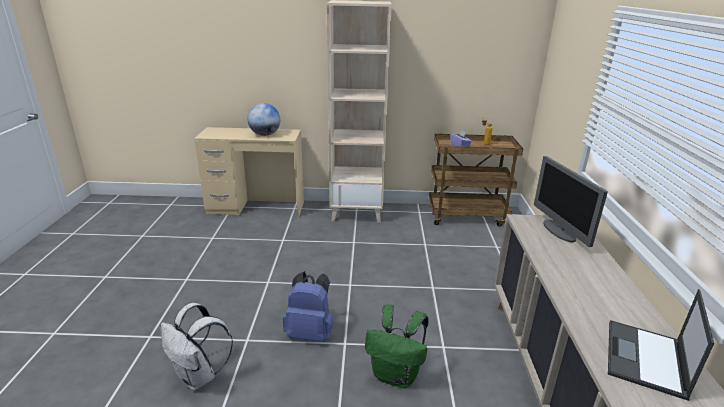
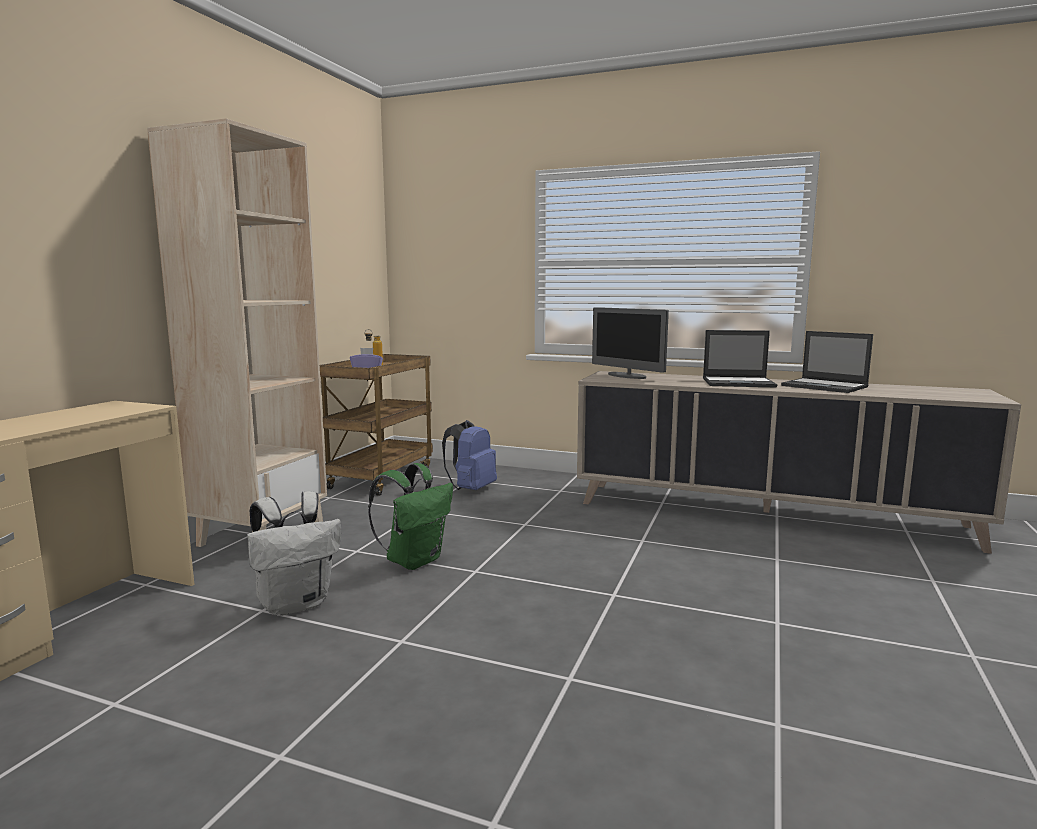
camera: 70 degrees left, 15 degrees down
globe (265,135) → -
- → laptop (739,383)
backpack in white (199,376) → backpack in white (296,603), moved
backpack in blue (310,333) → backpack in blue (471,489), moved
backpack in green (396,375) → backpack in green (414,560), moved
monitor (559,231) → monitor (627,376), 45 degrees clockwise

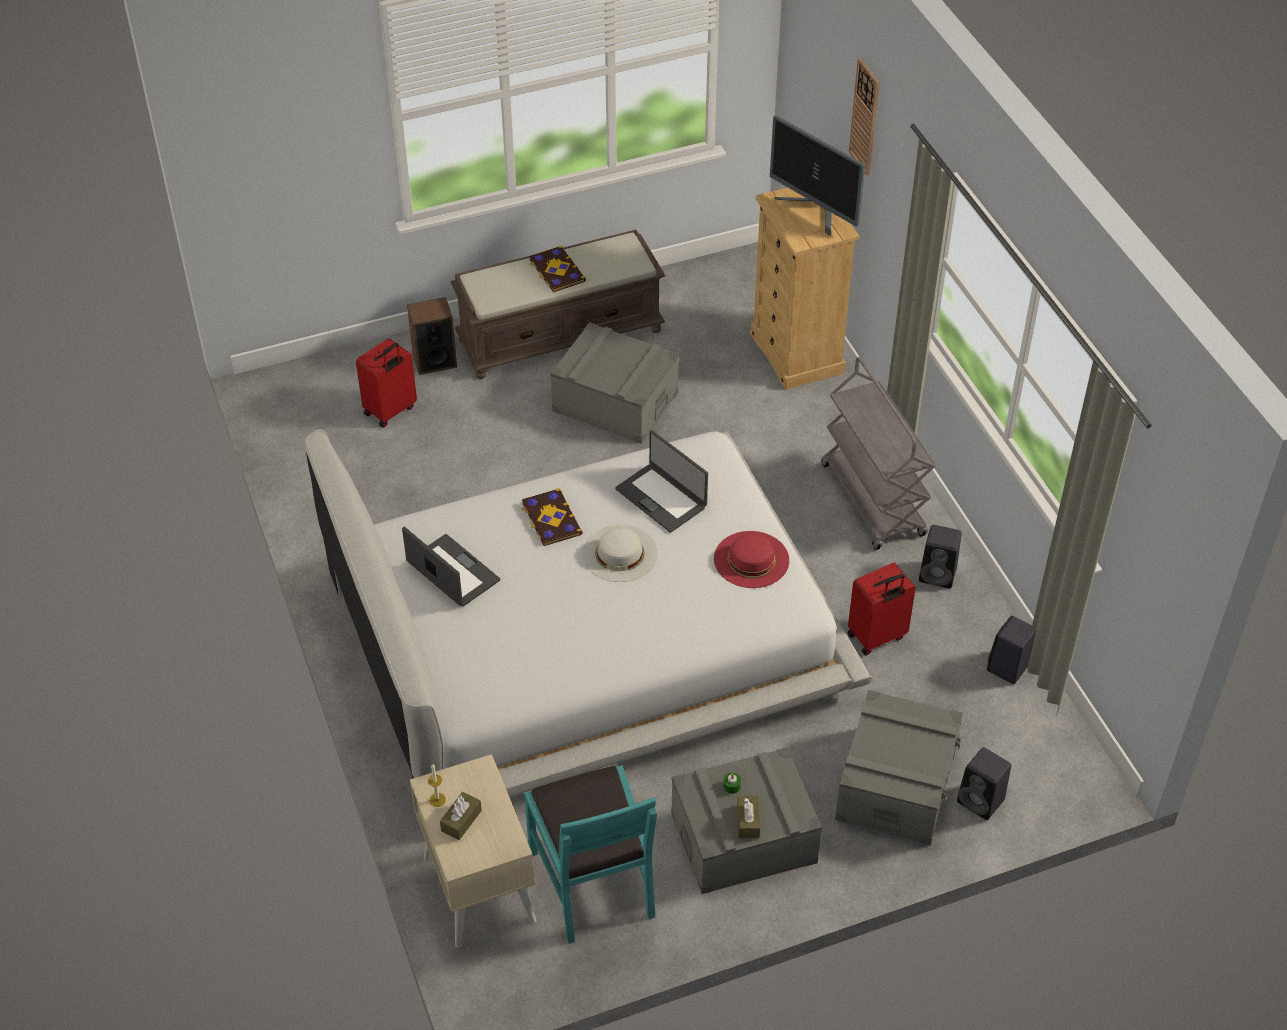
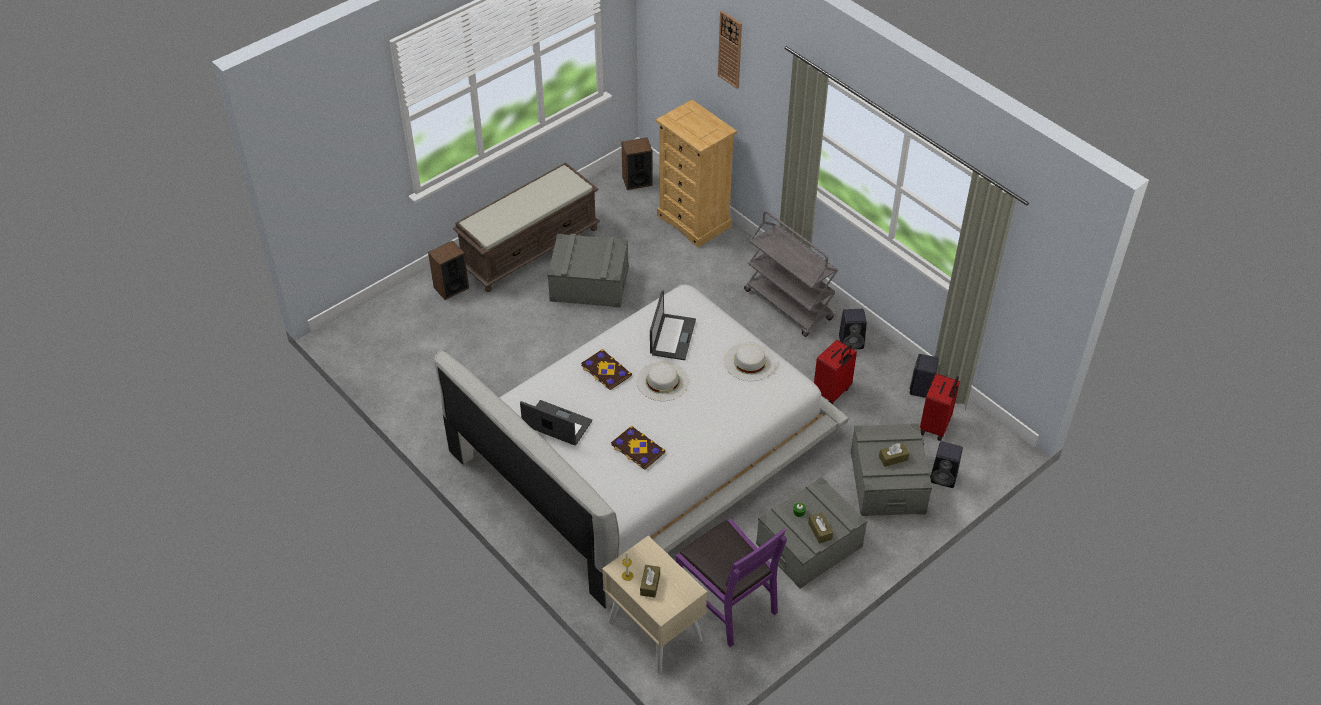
camera: 20 degrees left, 0 degrees up
monitor (815,211) → -
- → speaker (637,181)
- → tissue box in brown (893,458)
suitcase in red (391,411) → suitcase in red (936,426), moved
book (556,271) → book (637,449), moved
chair in turquoise (593,881) → chair in purple (727,602)
hat in red (751,559) → hat in white (749,361)
laptop (661,497) → laptop (672,337), 105 degrees counterclockwise

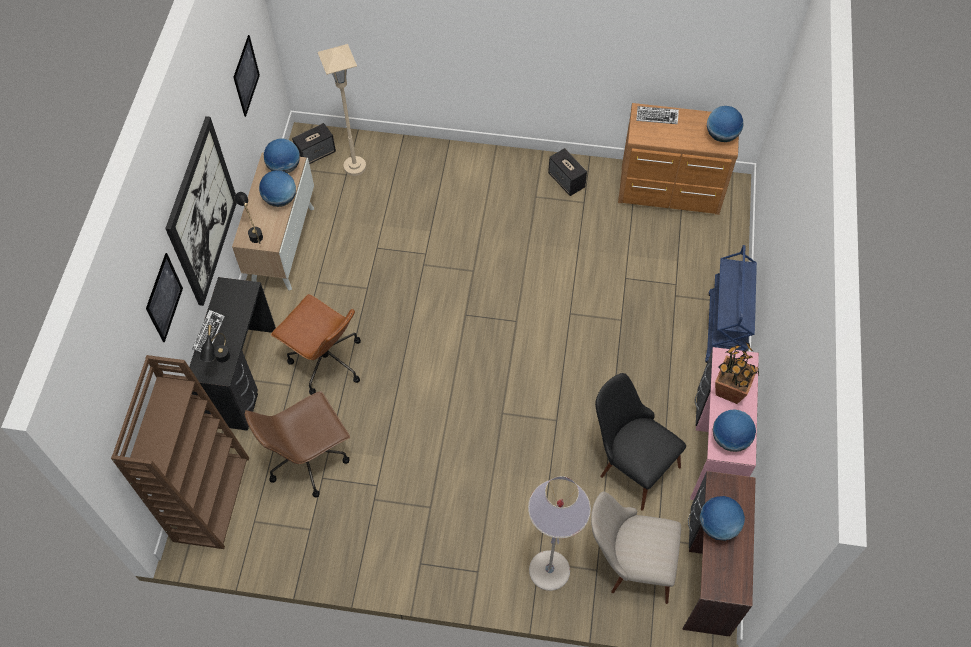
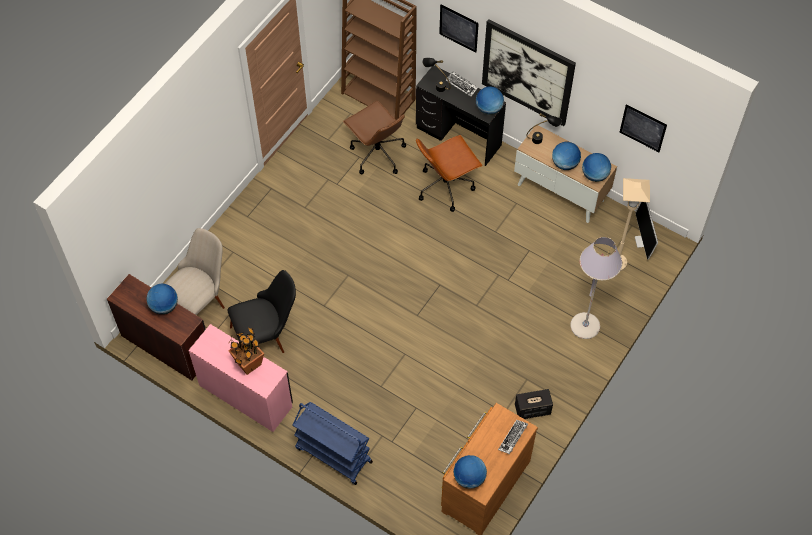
camera: 115 degrees right, 0 degrees up
floor lamp in grey (549,570) → floor lamp in grey (585,326), moved
globe (730,439) → globe (488,109), moved
speaker (316,153) → monitor (643,241)
office chair in brown (309,458) → office chair in brown (377,154), 150 degrees clockwise

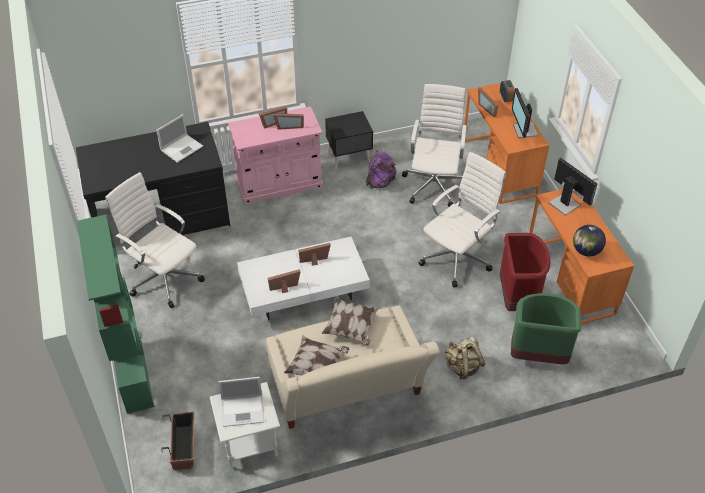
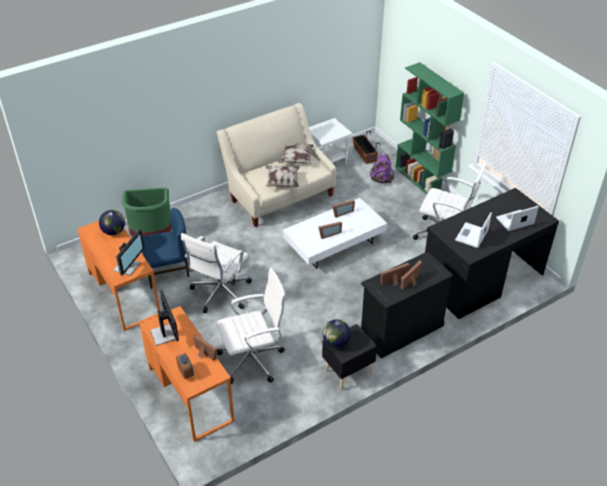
camera: 165 degrees right, 5 degrees down
backpack in beige (462,367) → -
- → globe (336,343)
laptop (243,410) → laptop (514,221), moved
backpack in purple (380,182) → backpack in purple (381,180), moved
trash can in red (517,298) → chair in blue (167,271)
cabinet in pink (279,184) → cabinet in black (401,329)
office chair in white (434,184) → office chair in white (253,360), 105 degrees counterclockwise
monitor (564,203) → monitor (128,267), 105 degrees counterclockwise

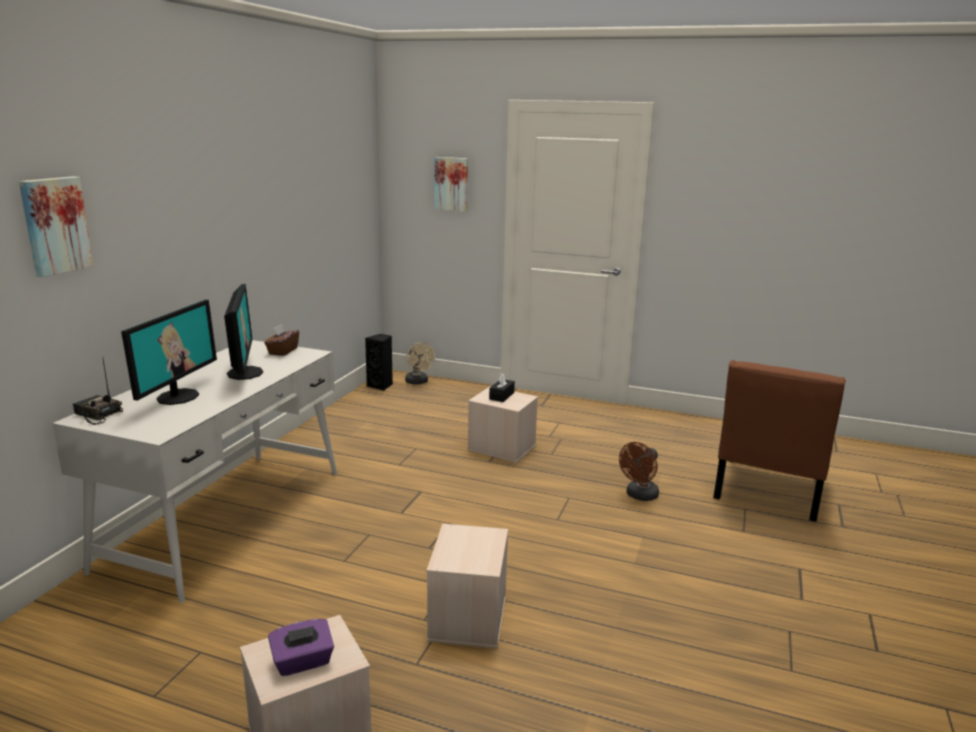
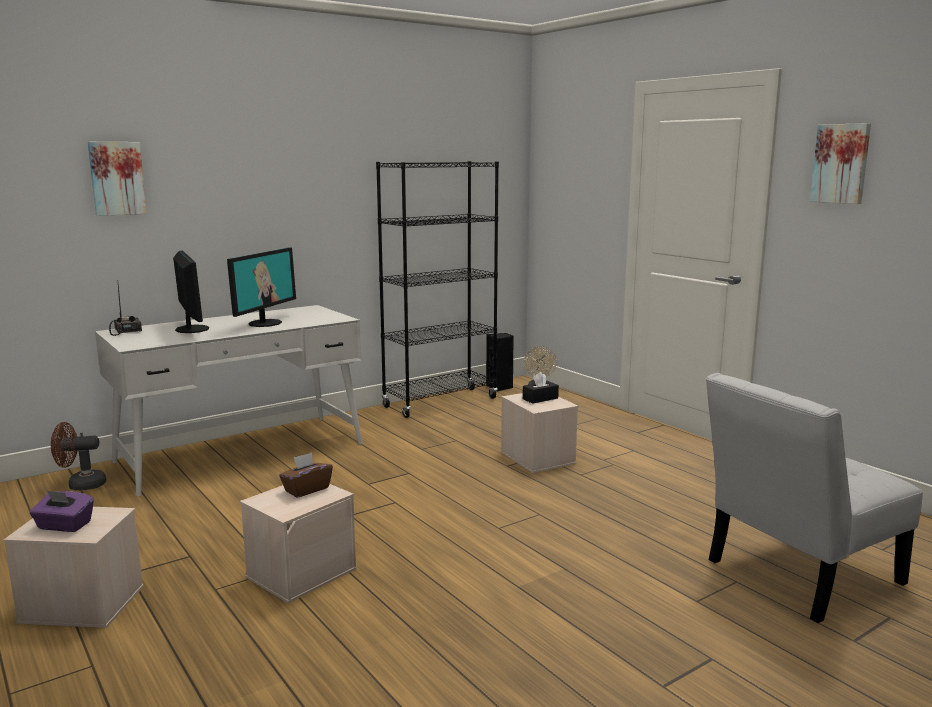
camera: 35 degrees right, 5 degrees down
- → bookcase in black (440,402)
tissue box in brown (282,351) → tissue box in brown (306,489), moved
picture (452,184) → picture (841,163), moved
fan in brown (639,496) → fan in brown (81,485), moved
chair in brown (767,492) → chair in white (796,575)
monitor (177,396) → monitor (191,329), 75 degrees counterclockwise

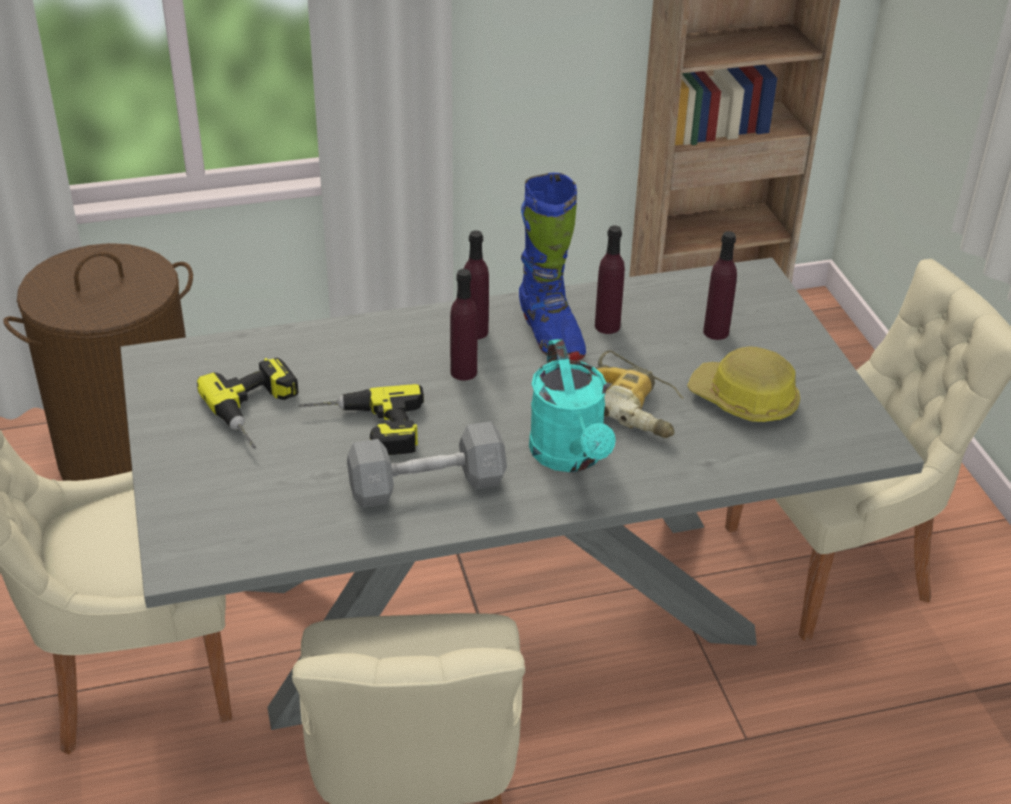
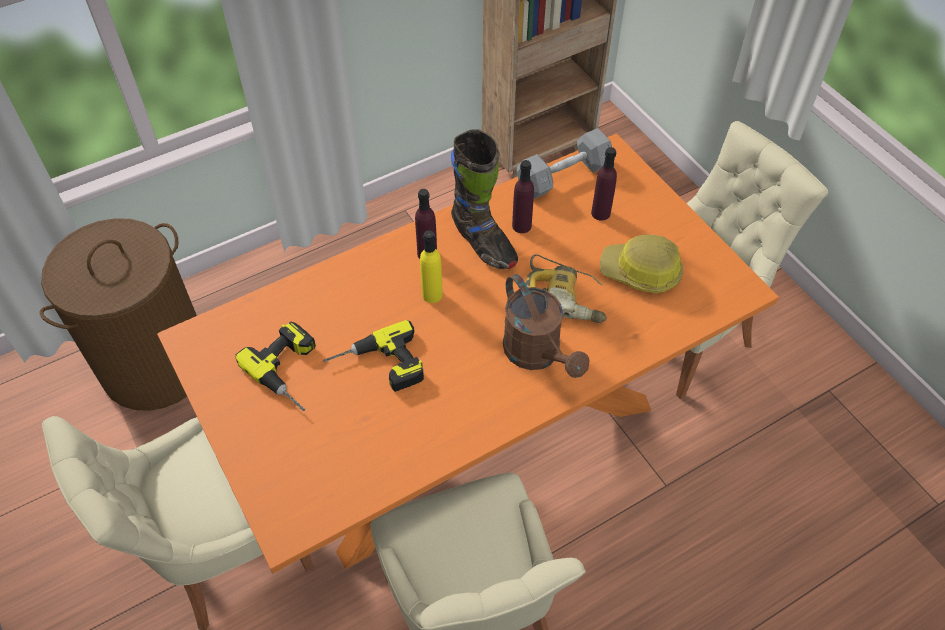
camera: 15 degrees left, 15 degrees up
dumbbell in grey (427,485) → dumbbell in grey (564,176), moved
dining table in grey (500,609) → dining table in orange (471,427)
bottle in purple (463,372) → bottle in yellow (432,294)
boot in blue (550,335) → boot in black (483,244)
watering can in turquoise (571,457) → watering can in brown (538,355)

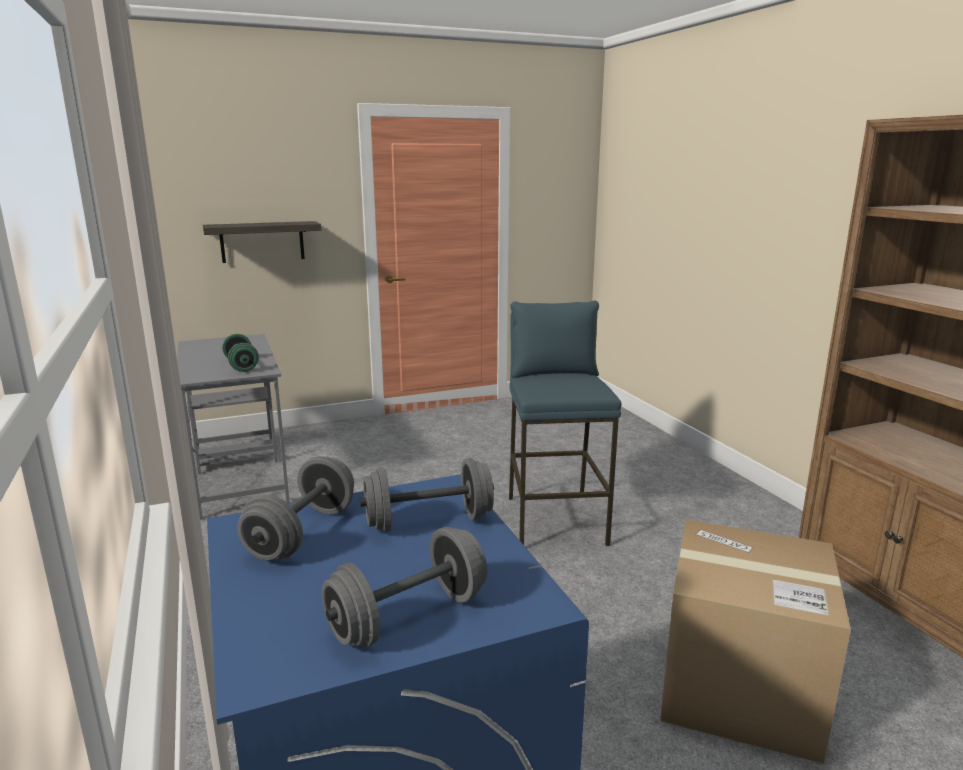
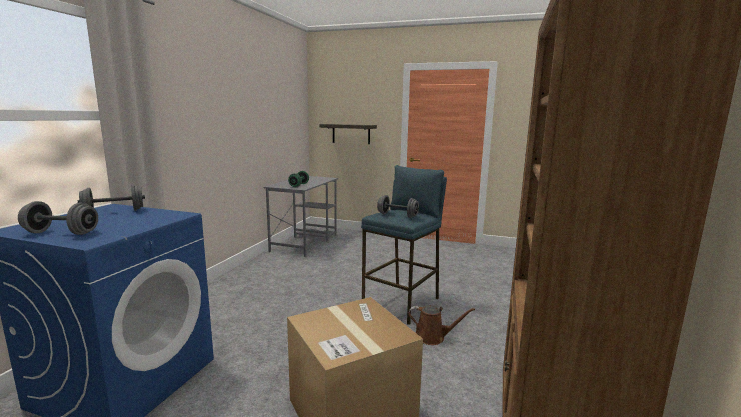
camera: 40 degrees right, 5 degrees down
- → watering can in brown (433,337)
dumbbell in grey (428,521) → dumbbell in grey (397,215), moved

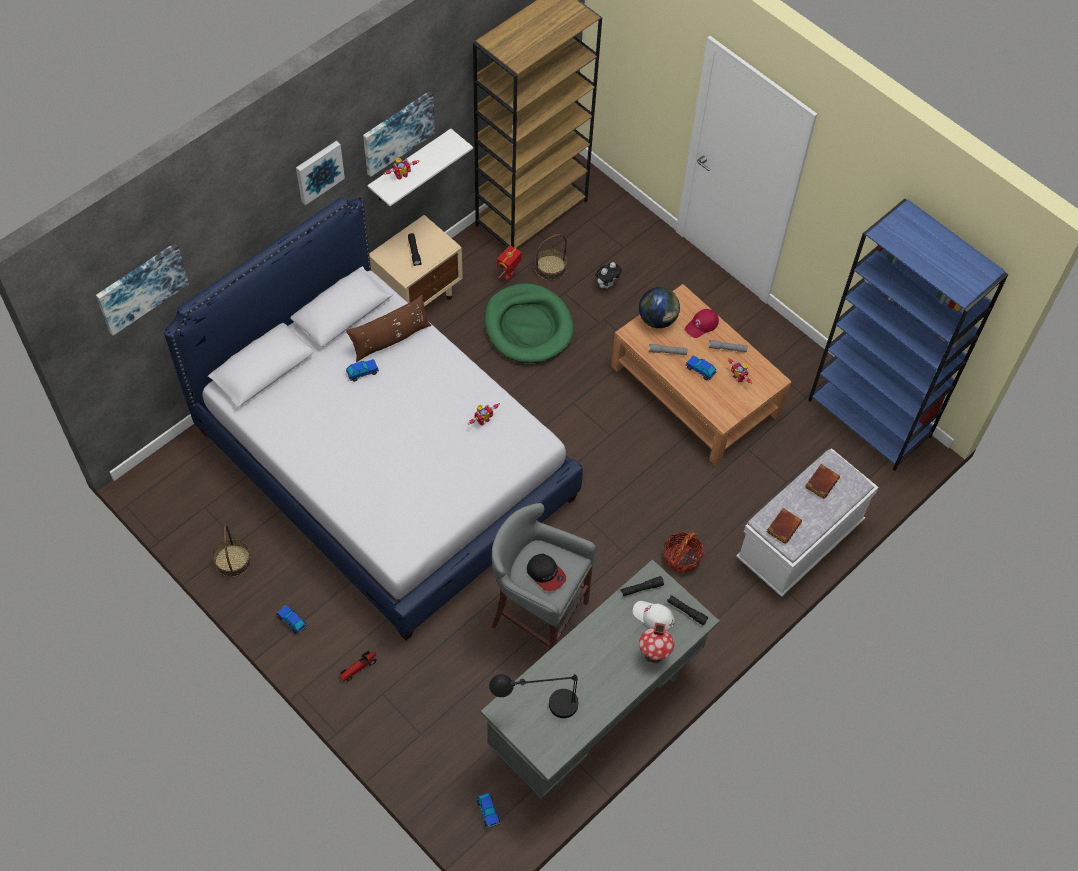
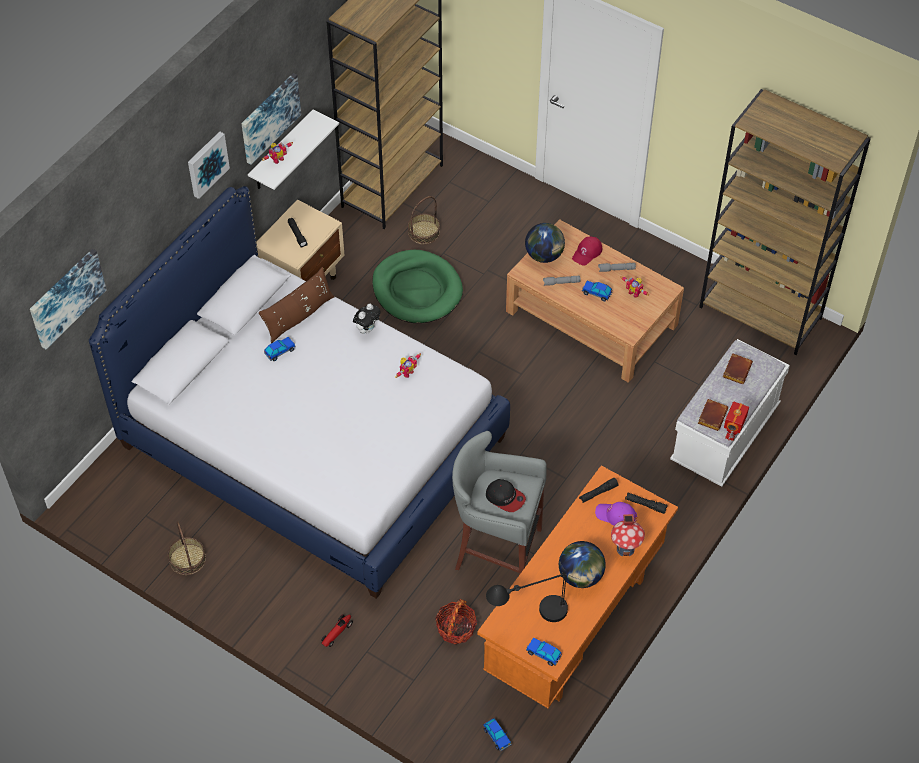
camera: 10 degrees left, 5 degrees down
- → globe (580,576)
toy car (292,621) → toy car (543,654), moved
toy robot (509,276) → toy robot (732,434), moved
plush toy (607,284) → plush toy (367,329), moved
basket (681,558) → basket (456,629), moved
desk in grey (595,710) → desk in orange (574,625)
cap in white (653,617) → cap in purple (616,516)
bookcase in blue (870,418) → bookcase in brown (761,313)

